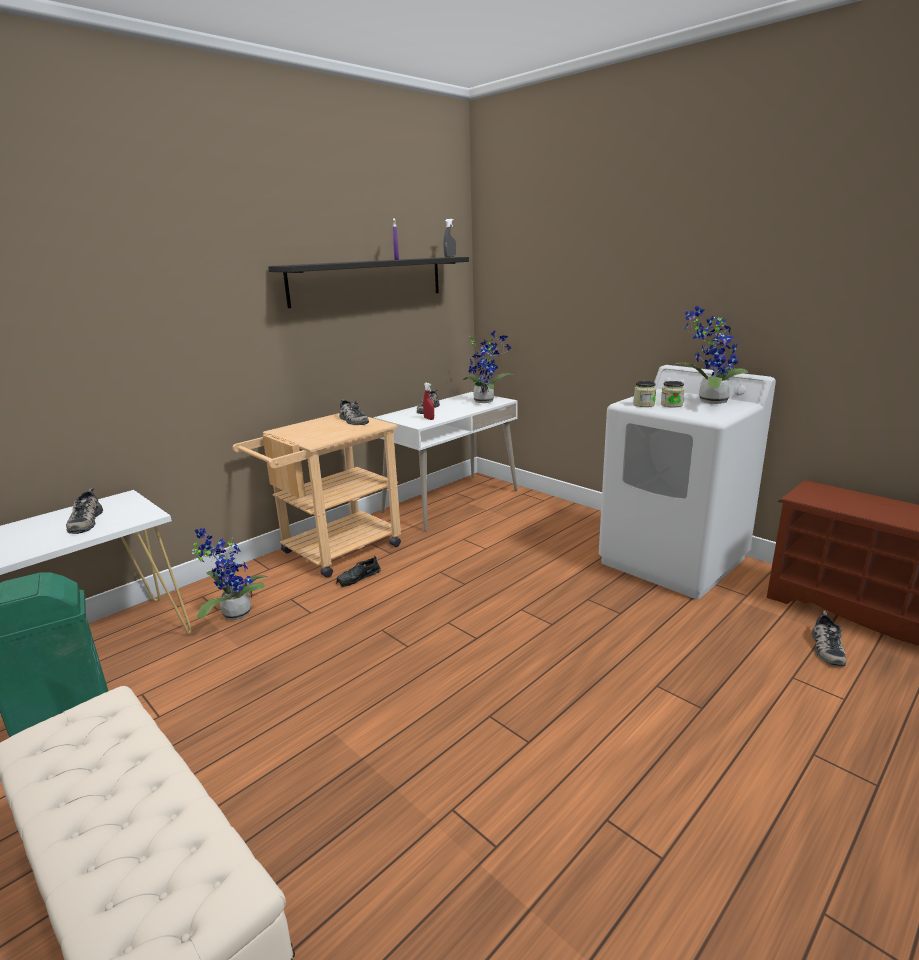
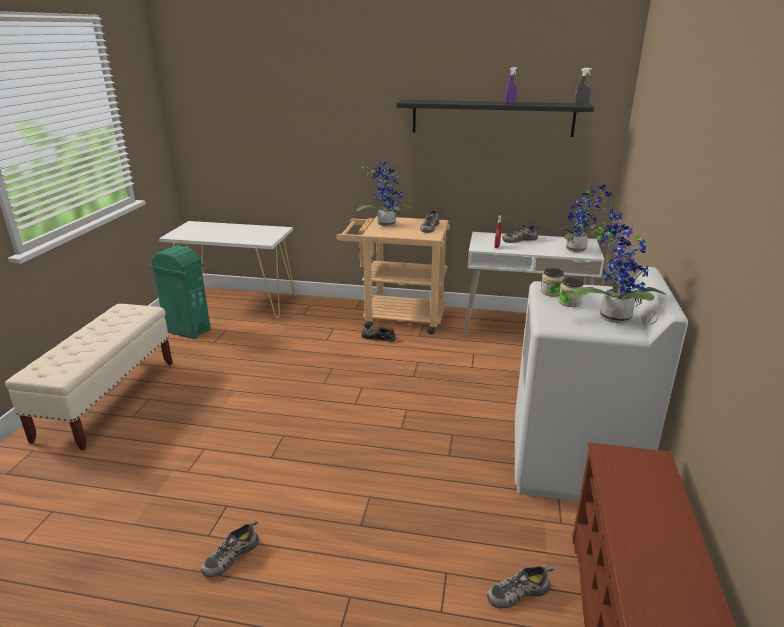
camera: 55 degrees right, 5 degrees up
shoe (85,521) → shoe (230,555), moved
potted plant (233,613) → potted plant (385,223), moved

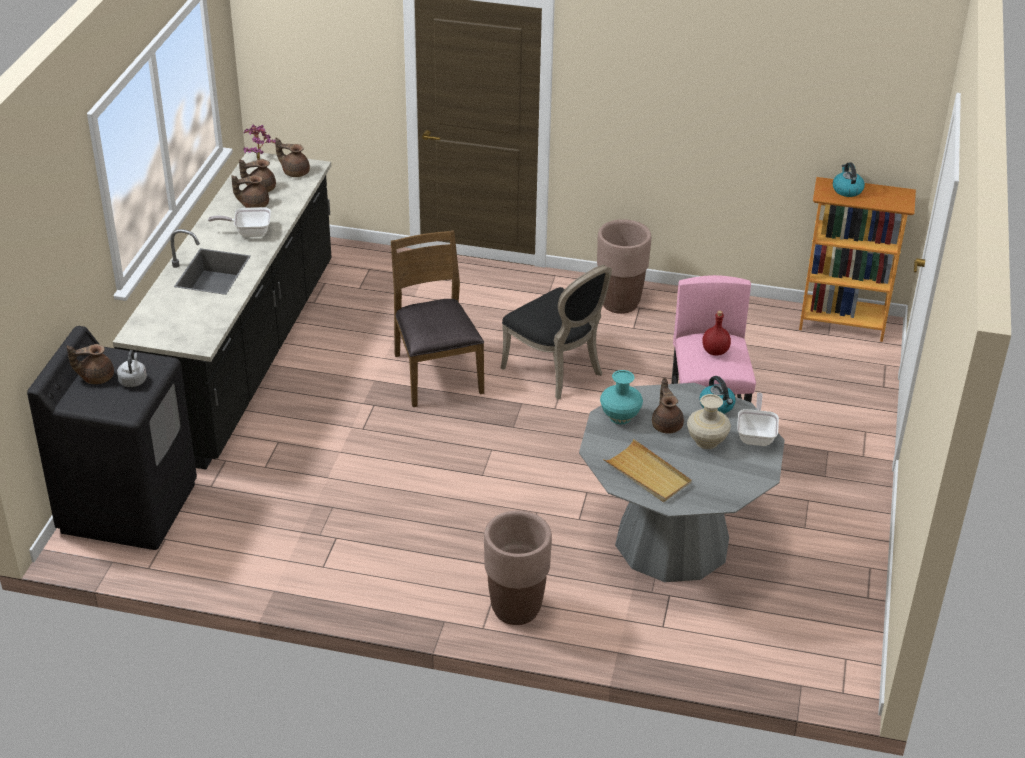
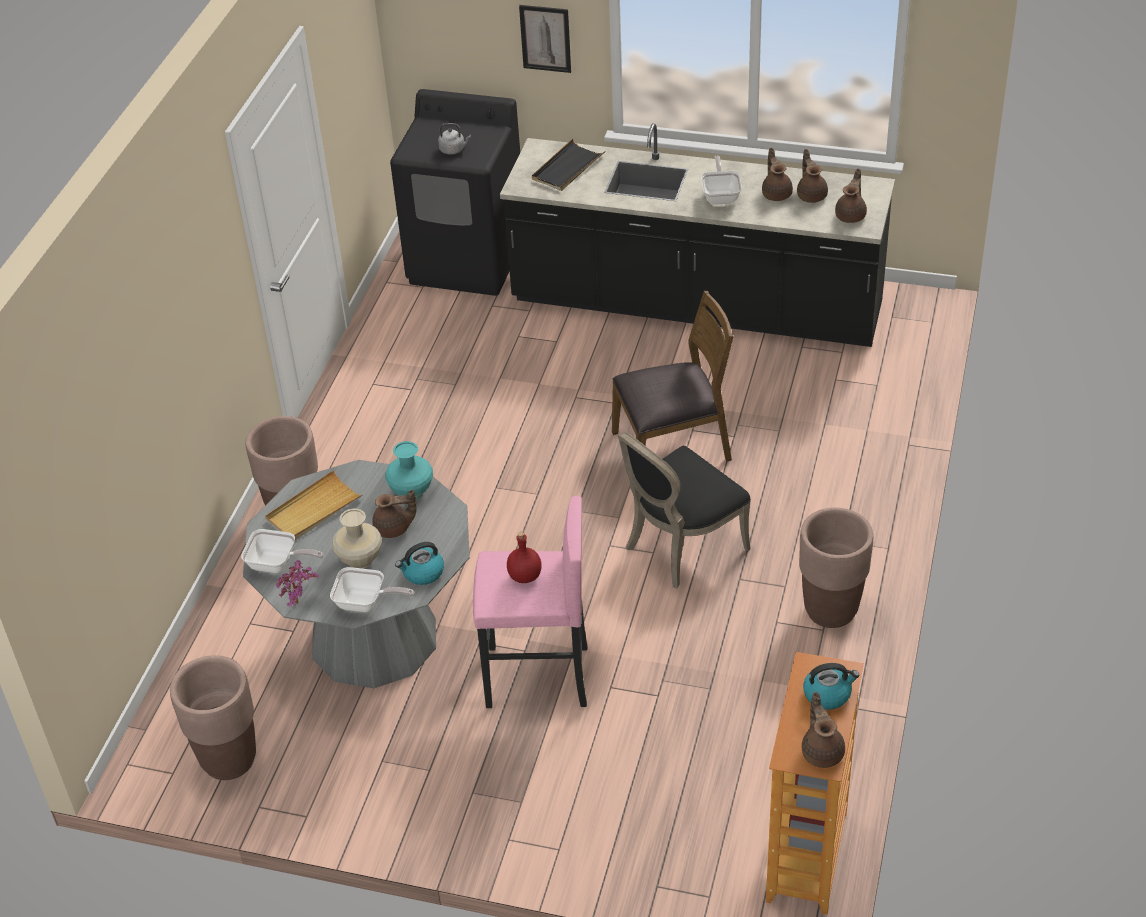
camera: 95 degrees right, 5 degrees up
- → planter in brown (229,760)
- → frying pan (277,564)
- → picture (545,38)
- → tray in black (567,168)
teapot in brown (96,377) → teapot in brown (822,751), moved
potted plant (259,158) → potted plant (300,603), moved

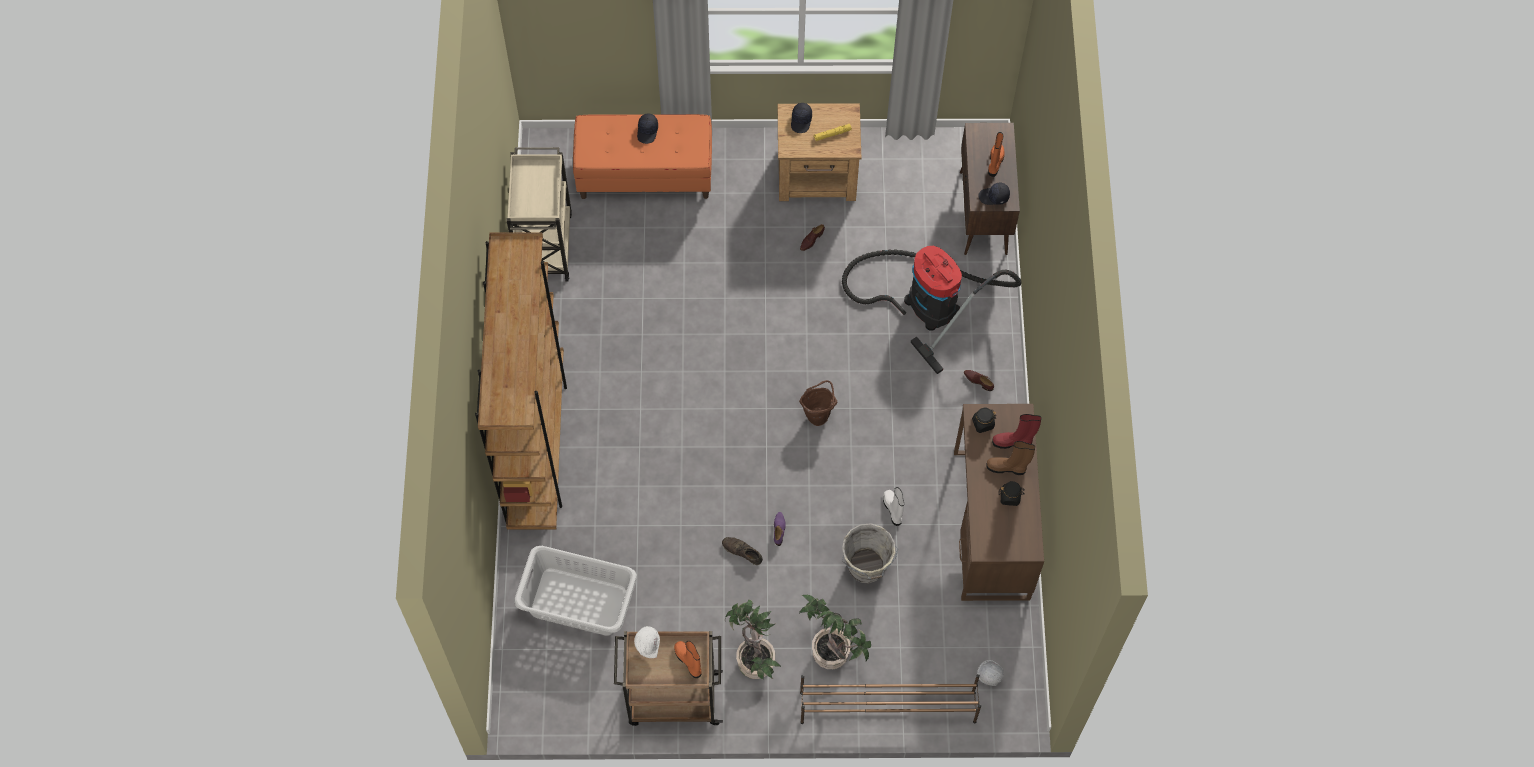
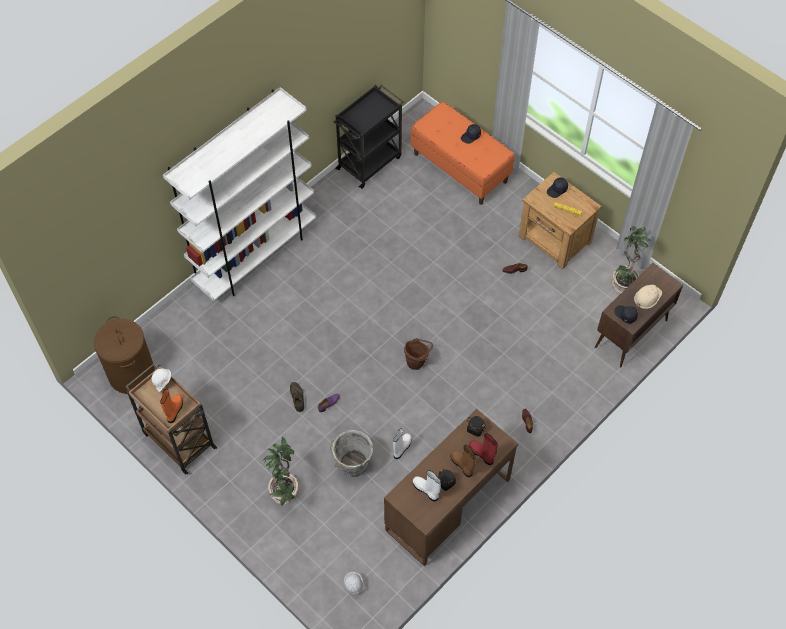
camera: 45 degrees right, 5 degrees down
laundry basket in grey (579,602) → -
shoe rack in brown (887,706) → -
vacuum cleaner (926,302) → -
- → laundry basket in brown (132,373)
- → boot in white (426,490)
potted plant (753,661) → potted plant (623,283), moved
boot in orange (995,162) → hard hat in beige (647,297)
bookcase in brown (537,446) → bookcase in white (255,256)
cart in beige (545,245) → cart in black (370,162)

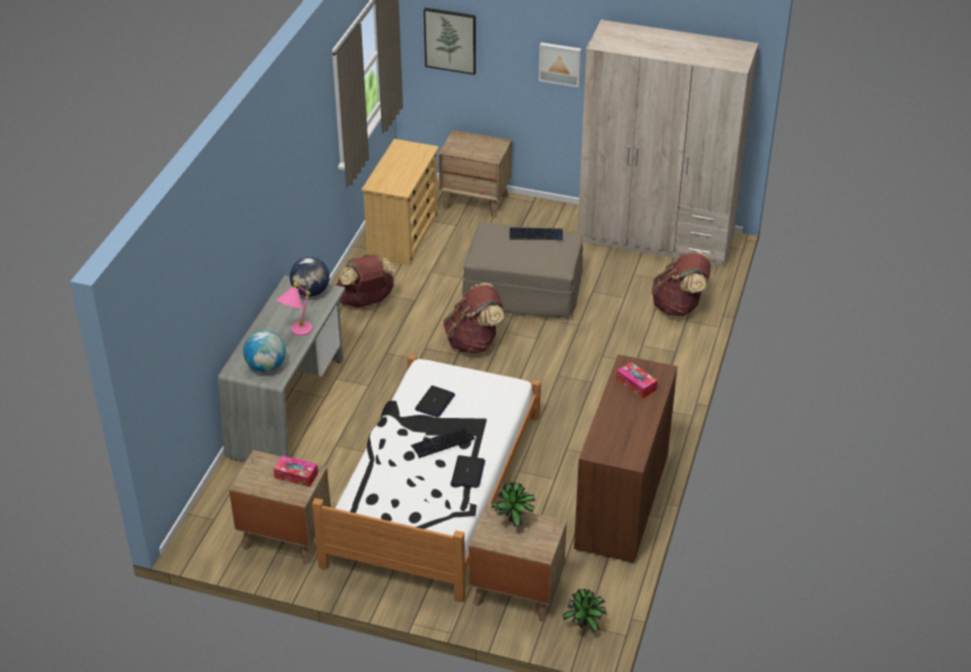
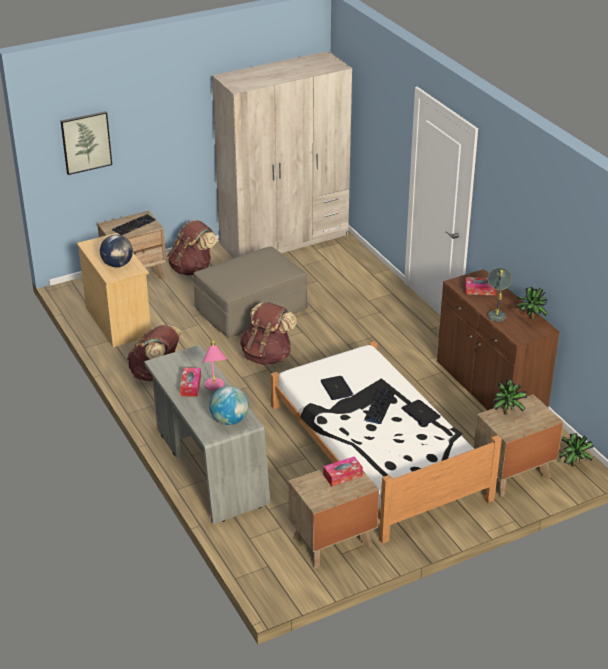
camera: 45 degrees left, 5 degrees down
picture (560,63) → -
- → tissue box (190,386)
- → table lamp in grey (496,312)
- → potted plant (530,320)
globe (311,292) → globe (117,265), moved
keyboard (536,235) → keyboard (134,225), moved
backpack in brown (679,307) → backpack in brown (192,269), moved

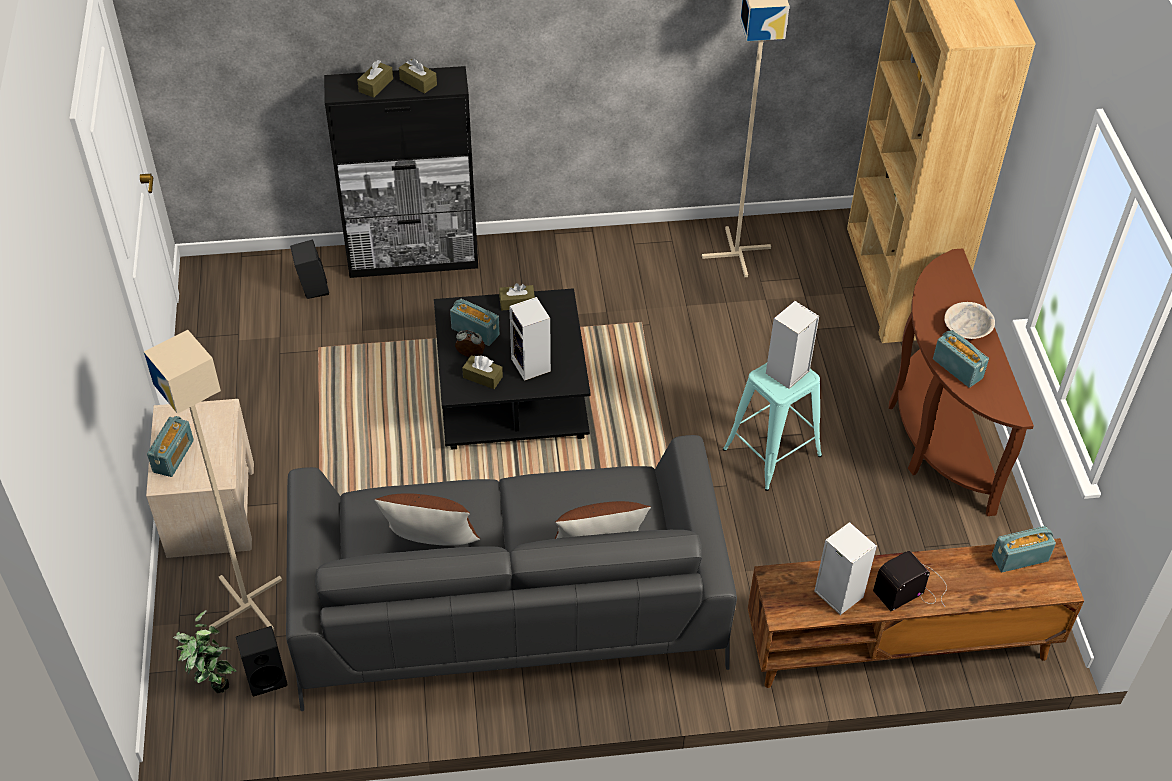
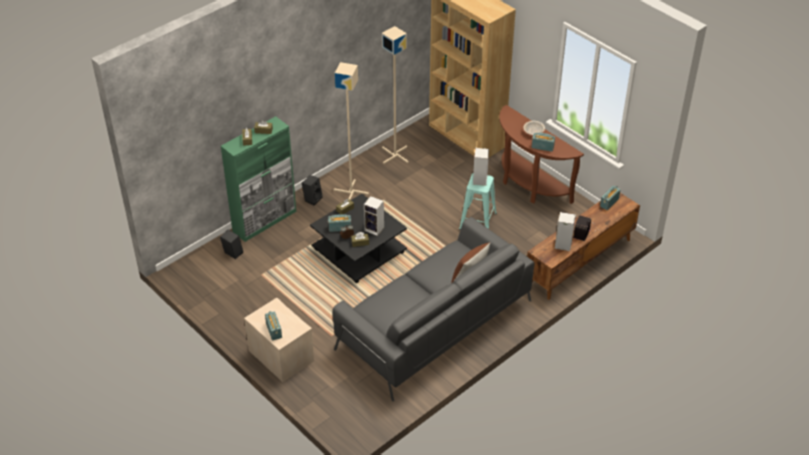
camera: 35 degrees left, 5 degrees down
potted plant (212,682) → -
pillow in brown (431,546) → -
floor lamp in beige (247,604) → floor lamp in beige (351,192), moved
speaker in black (267,676) → speaker in black (312,198), moved
cabinet in black (414,259) → cabinet in green (265,221)

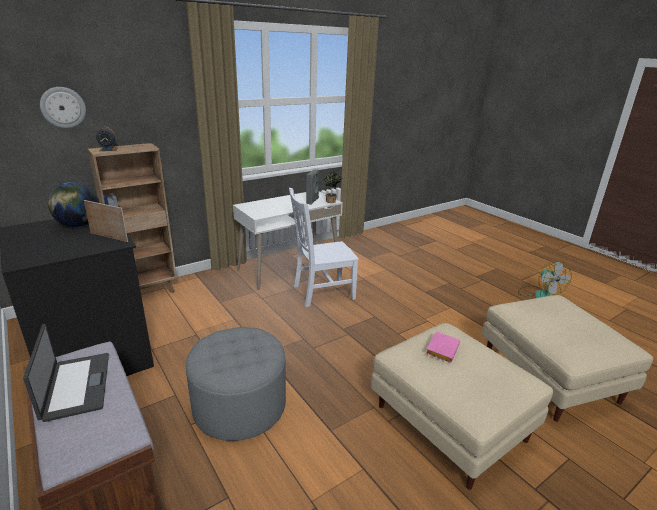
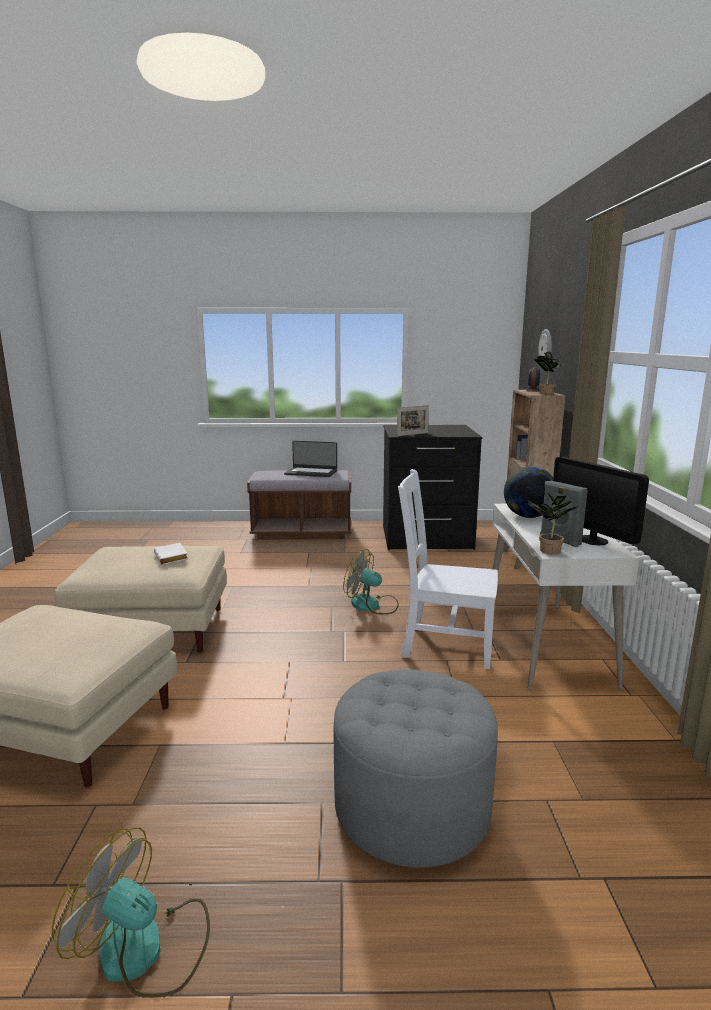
camera: 125 degrees right, 10 degrees down
- → fan (372,605)
- → potted plant (546,393)
- → monitor (592,540)
globe (78,225) → globe (528,516), moved
ottoman in grey (240,406) → ottoman in grey (412,806), moved
book in pink (441,349) → book in white (172,557)
chair in white (321,292) → chair in white (444,645), 90 degrees counterclockwise

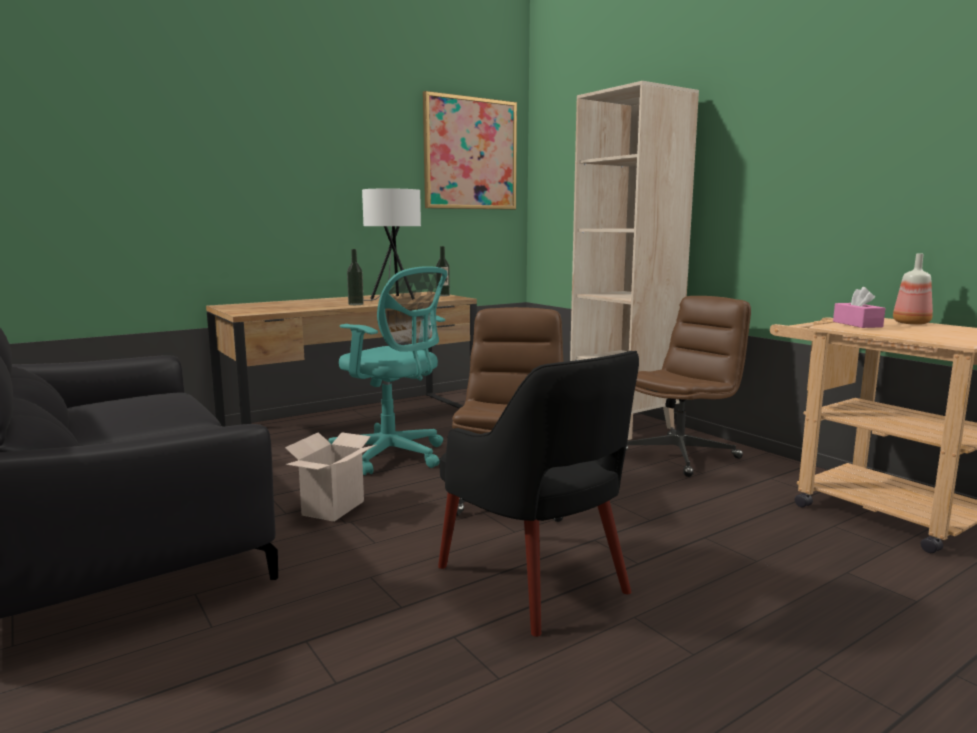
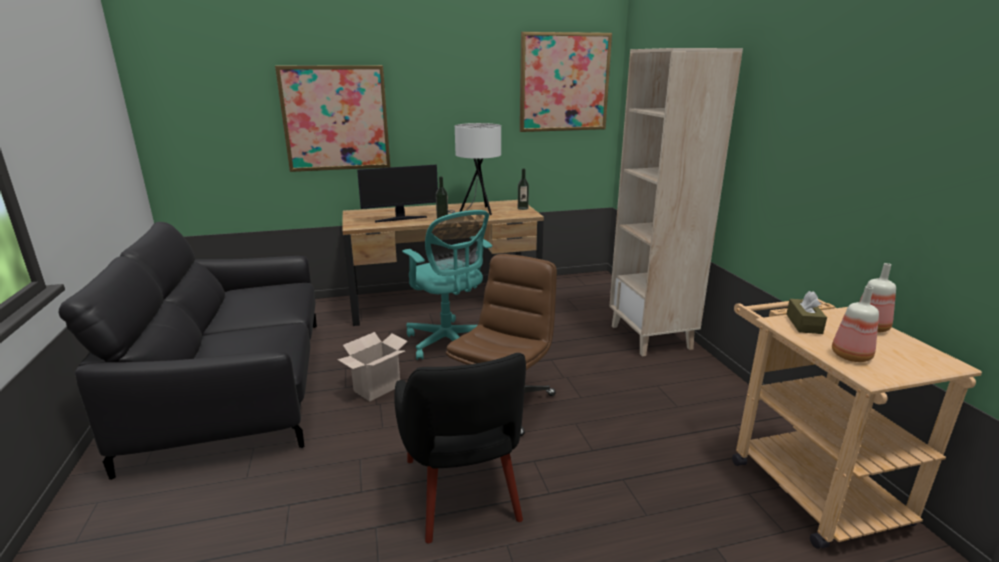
camera: 20 degrees right, 10 degrees up
office chair in brown (679,455) → -
- → picture (335,118)
- → monitor (401,219)
- → bottle (850,355)
tissue box in pink (857,324) → tissue box in brown (804,324)

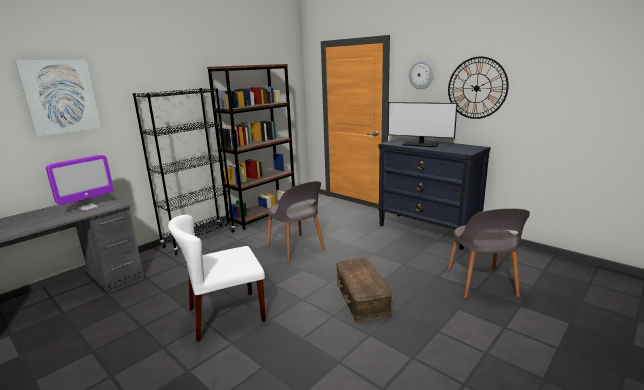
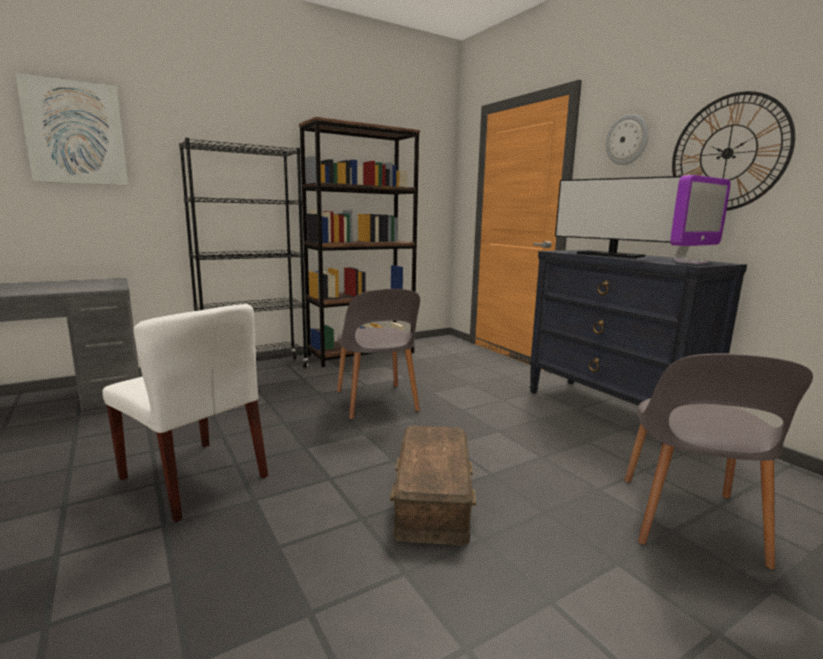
camera: 15 degrees right, 5 degrees down
monitor (88,207) → monitor (690,262), moved
chair in white (225,315) → chair in white (195,477), 135 degrees counterclockwise

